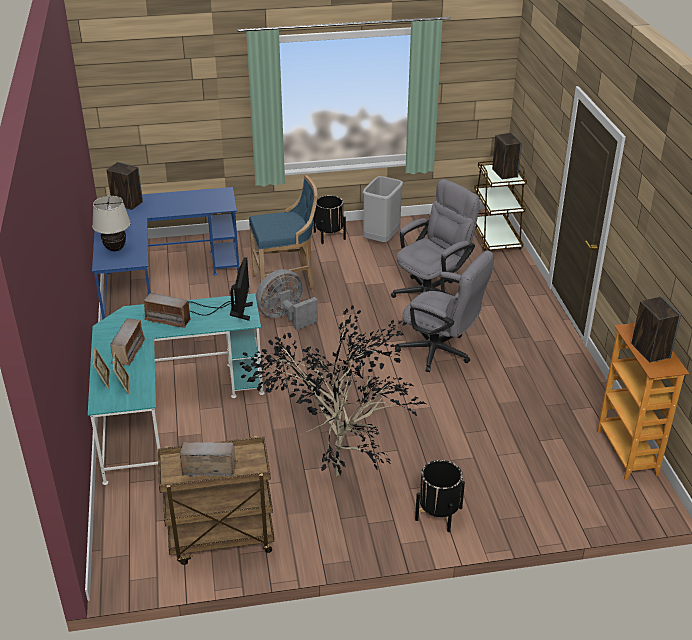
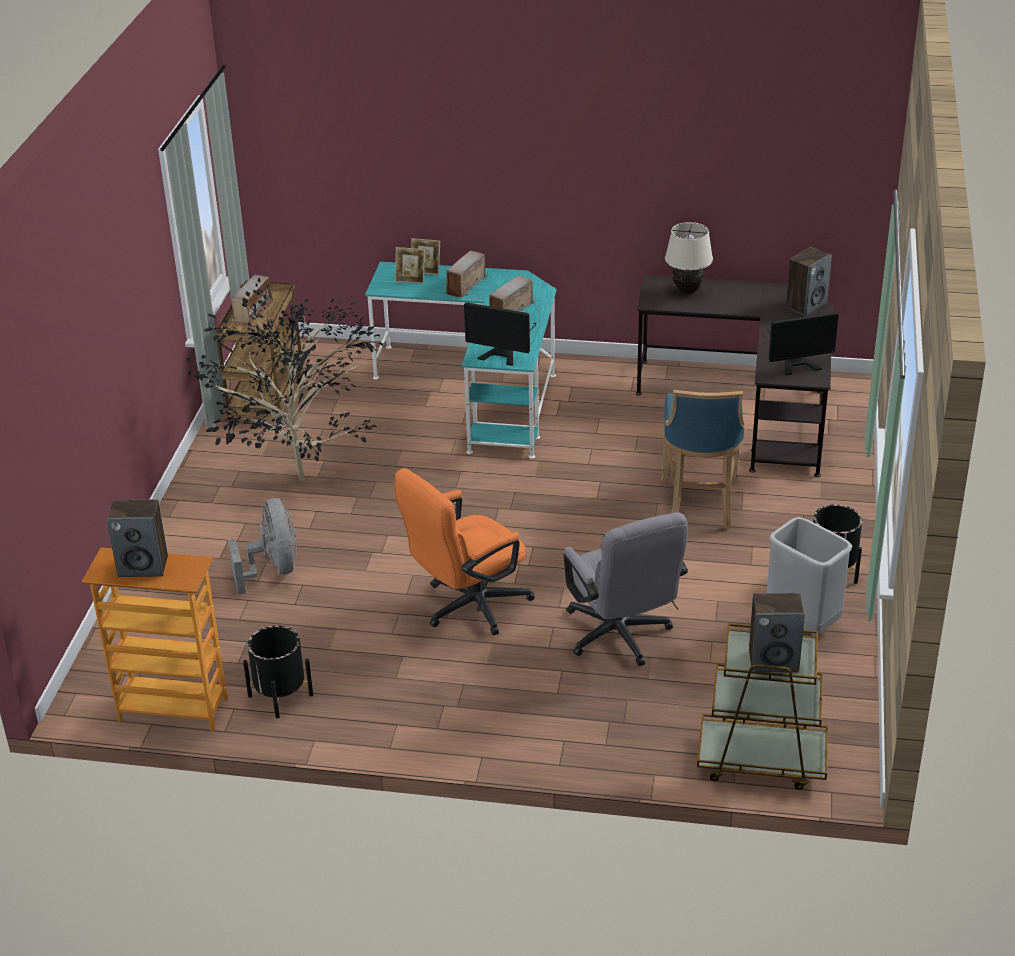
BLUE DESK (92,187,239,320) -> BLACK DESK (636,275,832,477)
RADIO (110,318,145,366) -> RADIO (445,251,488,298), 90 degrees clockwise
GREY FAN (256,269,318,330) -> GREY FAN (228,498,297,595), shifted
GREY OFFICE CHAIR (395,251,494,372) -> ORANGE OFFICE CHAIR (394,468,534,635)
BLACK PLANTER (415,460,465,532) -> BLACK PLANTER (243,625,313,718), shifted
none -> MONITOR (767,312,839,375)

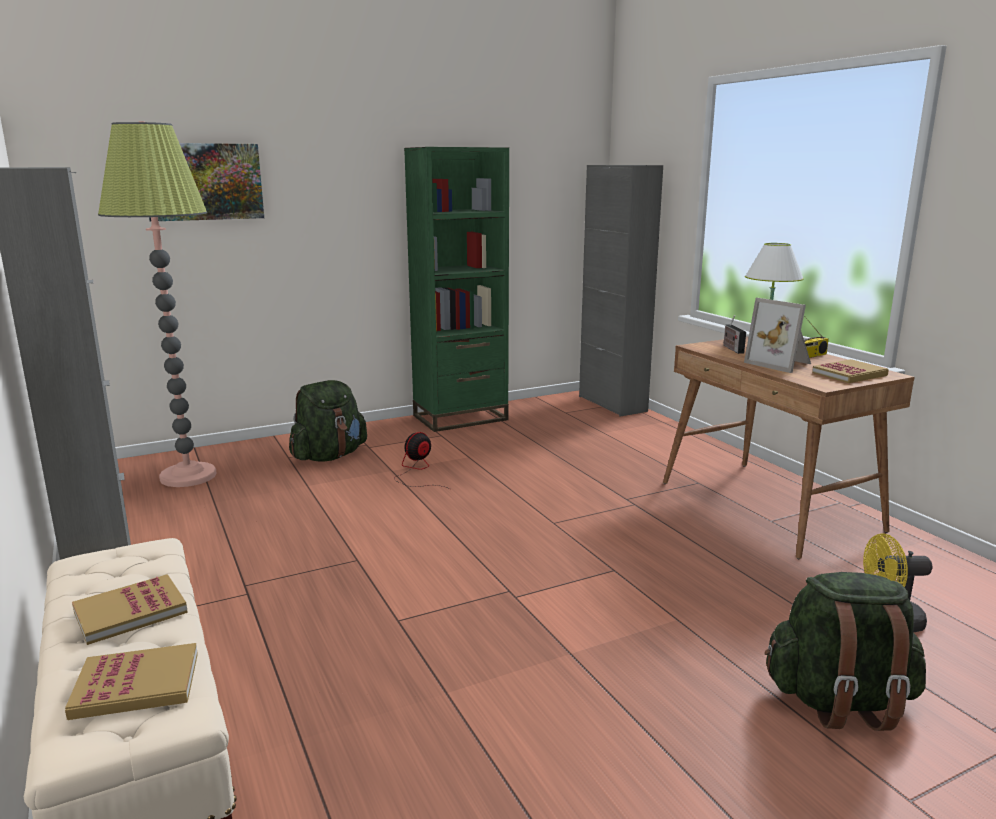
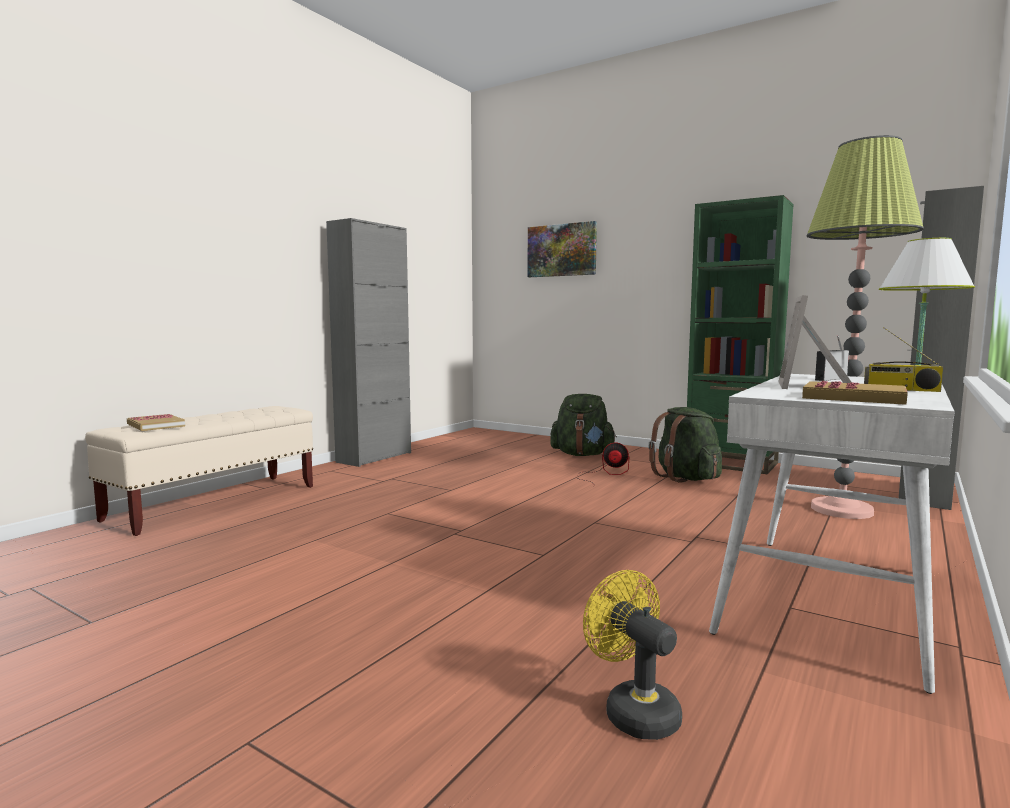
BOOK (72,574,188,645) -> none
FLOOR LAMP (98,121,216,487) -> FLOOR LAMP (806,135,924,519), shifted
BROWN DESK (663,336,914,559) -> WHITE DESK (709,374,955,694)
GREEN BACKPACK (764,572,926,731) -> GREEN BACKPACK (648,407,722,483), shifted

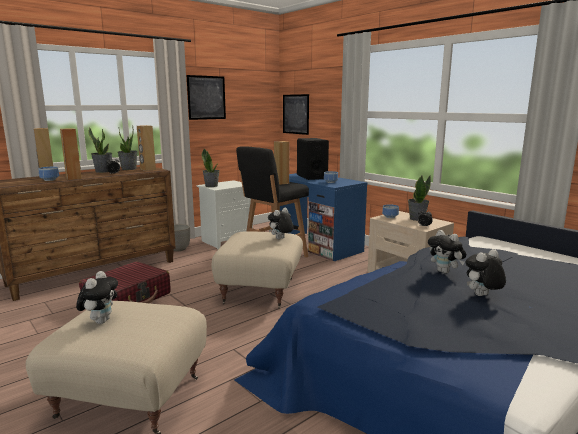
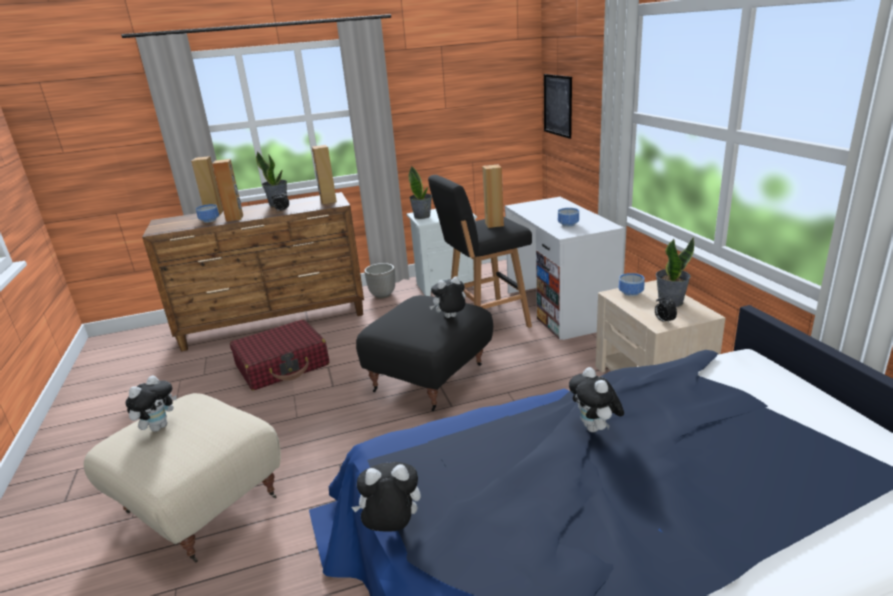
POTTED PLANT (117,126,138,170) -> none
PICTURE (187,75,226,120) -> none
BEIGE OTTOMAN (212,231,303,309) -> BLACK OTTOMAN (356,295,493,411)
BLUE DESK (280,173,367,261) -> WHITE DESK (505,197,625,340)
BLACK SPEAKER (297,138,329,180) -> none
PLUSH TOY (465,249,506,296) -> PLUSH TOY (352,462,421,532), shifted

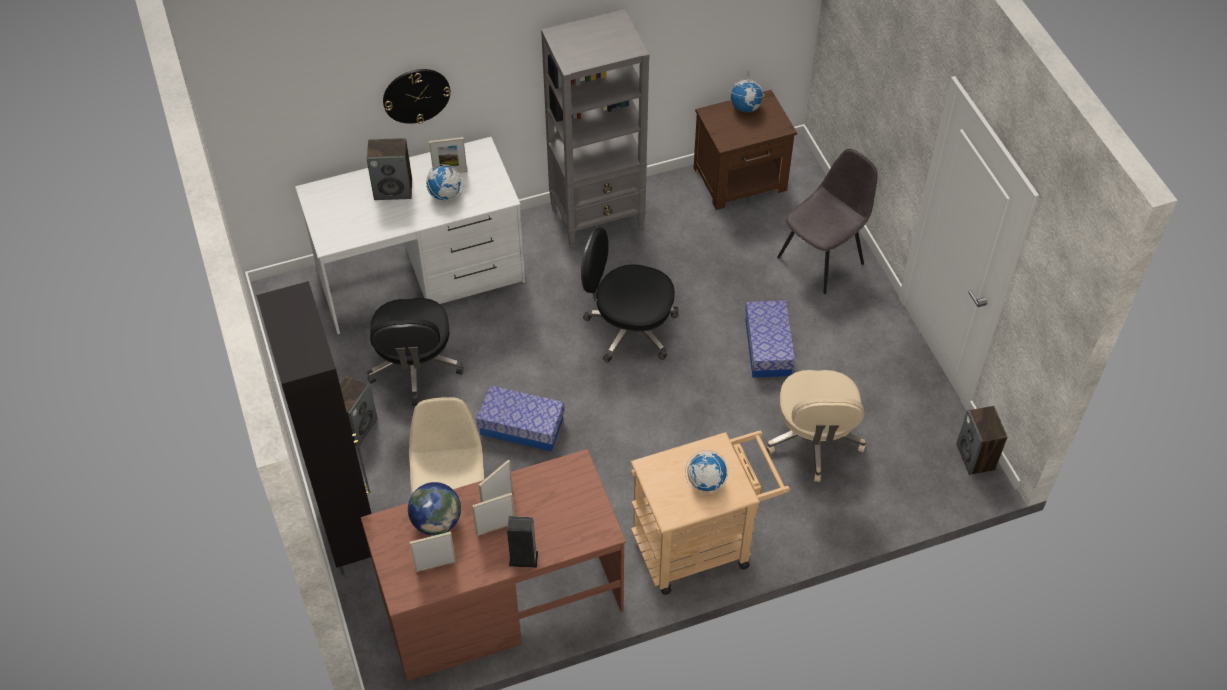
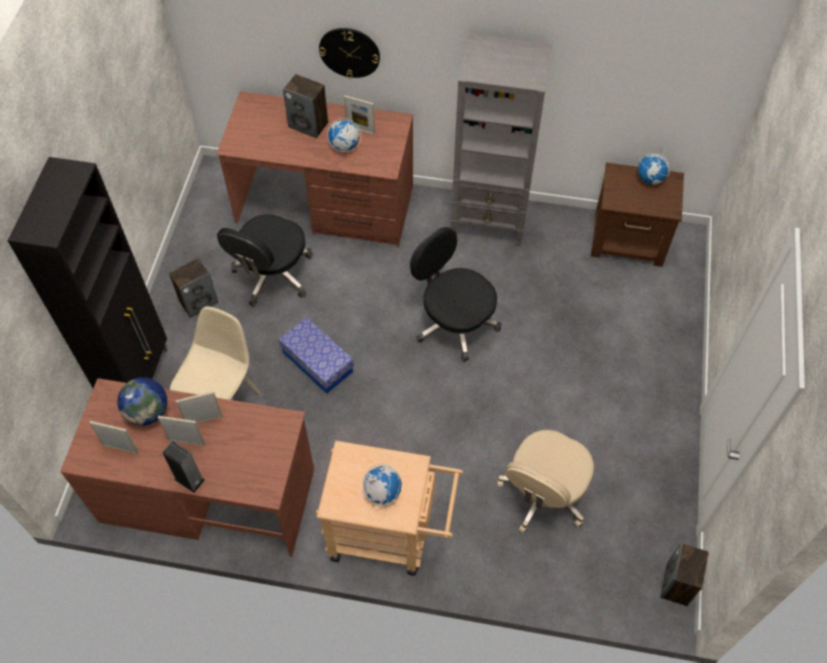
WHITE DESK (295,137,525,334) -> BROWN DESK (216,91,413,247)
STORAGE BOX (745,300,795,378) -> none
GREY CHAIR (777,149,878,294) -> none

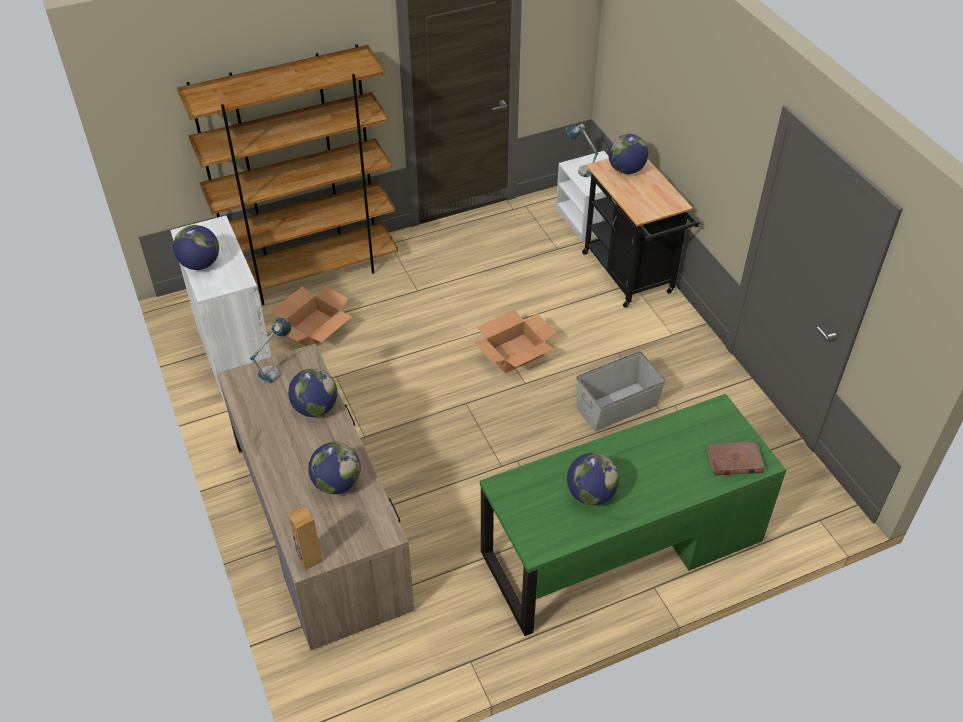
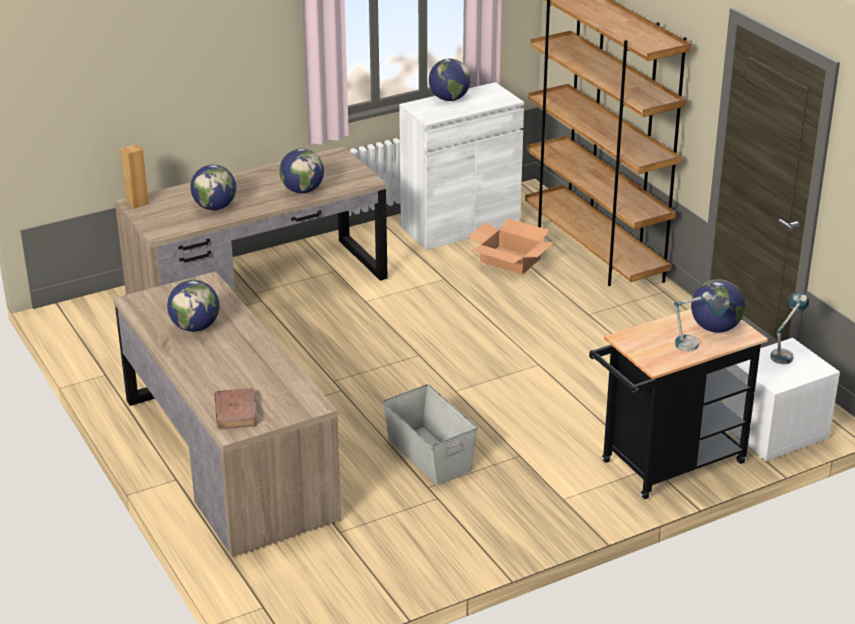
TABLE LAMP (250,318,291,383) -> TABLE LAMP (674,292,729,351), shifted
CARDBOARD BOX (474,310,556,373) -> none
GREEN DESK (480,394,786,636) -> BROWN DESK (113,271,341,557)

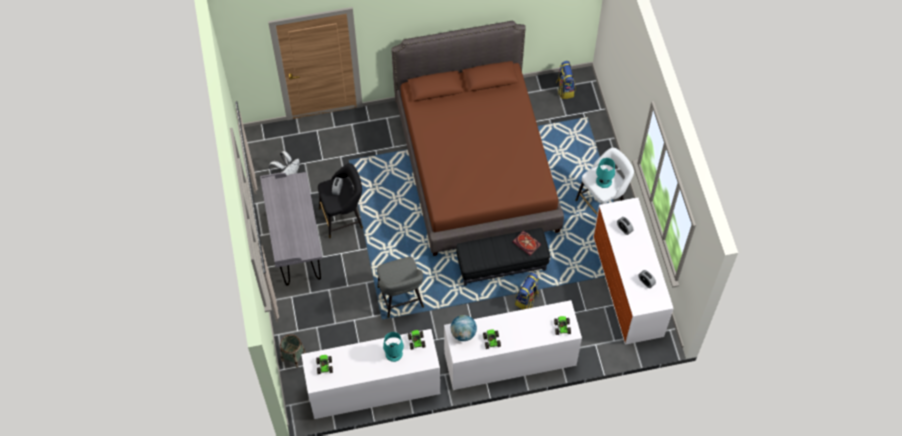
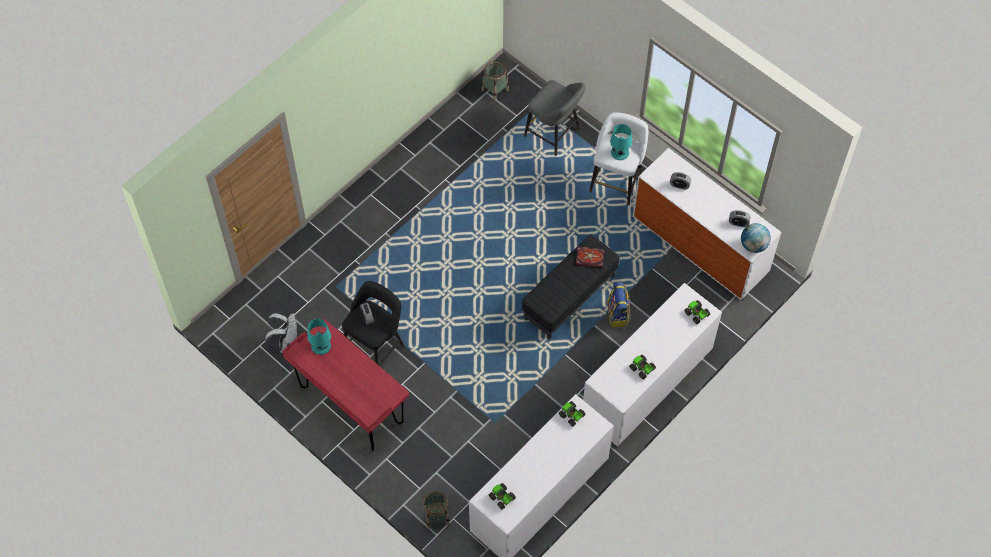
GREY DESK (260,172,322,286) -> RED DESK (282,319,409,451)
GREY STOOL (377,257,424,318) -> GREY STOOL (524,80,586,156), shifted
TURQUOISE TABLE LAMP (383,332,404,362) -> TURQUOISE TABLE LAMP (307,319,331,355), shifted
BROWN BED (391,21,564,256) -> none
GLOBE (451,315,477,341) -> GLOBE (741,223,771,253), shifted
BACKPACK (556,61,575,99) -> BASKET (482,61,509,101)

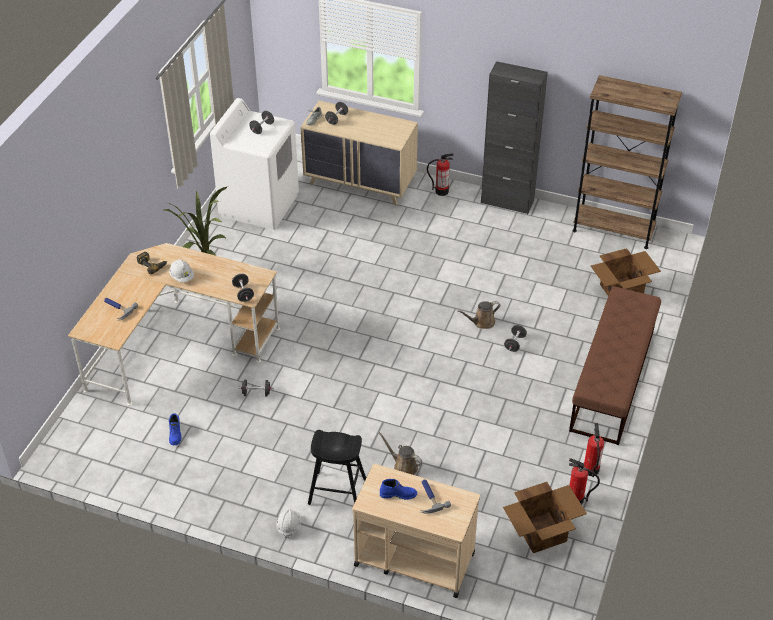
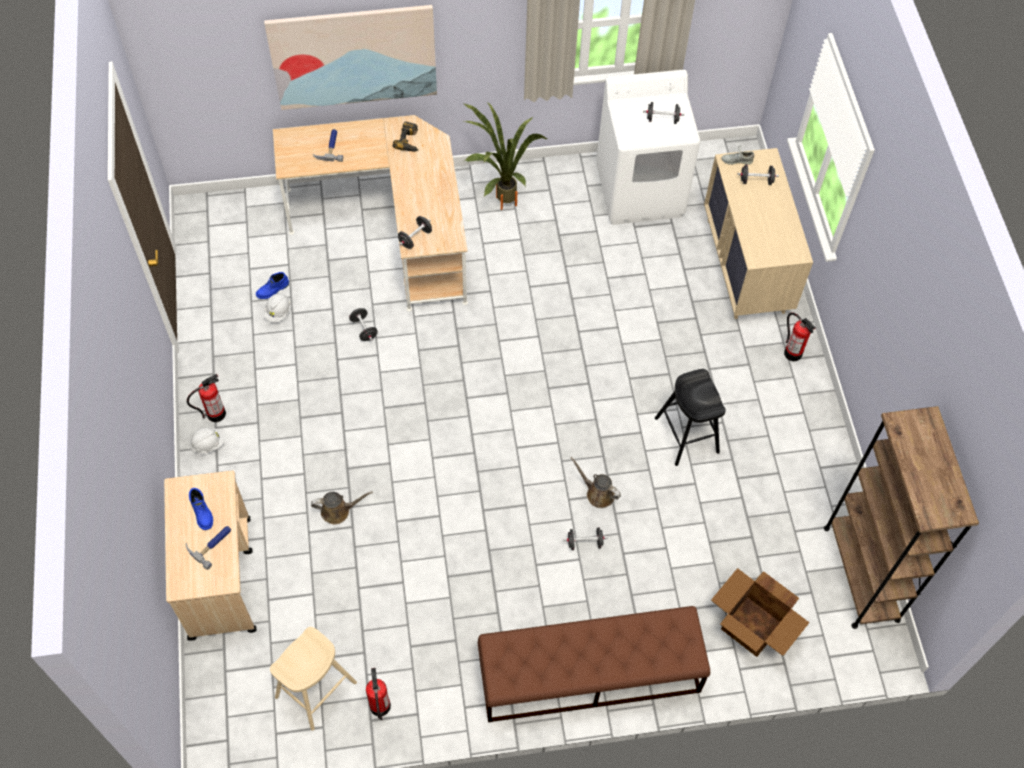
WHITE HARD HAT (169,259,194,282) -> WHITE HARD HAT (263,293,291,323), shifted
BLACK STOOL (308,430,366,505) -> BLACK STOOL (655,369,726,466), shifted
BROWN WATERING CAN (379,432,422,475) -> BROWN WATERING CAN (311,491,373,524), 75 degrees clockwise
BLACK CABINET (481,61,548,214) -> none
CARDBOARD BOX (503,482,587,553) -> BEIGE STOOL (270,627,357,731)
FIRE EXTINGUISHER (584,423,604,477) -> FIRE EXTINGUISHER (187,374,226,422), shifted
none -> PICTURE (264,5,437,110)

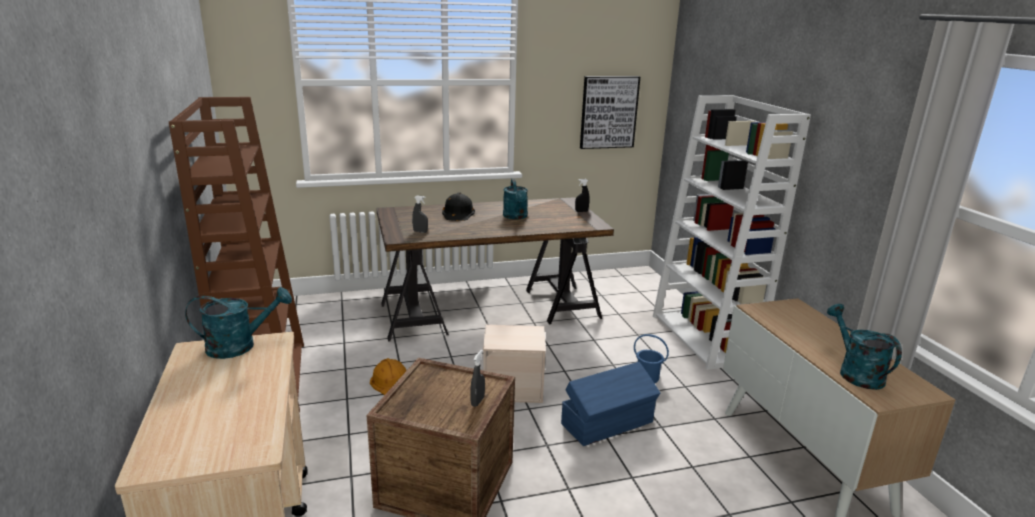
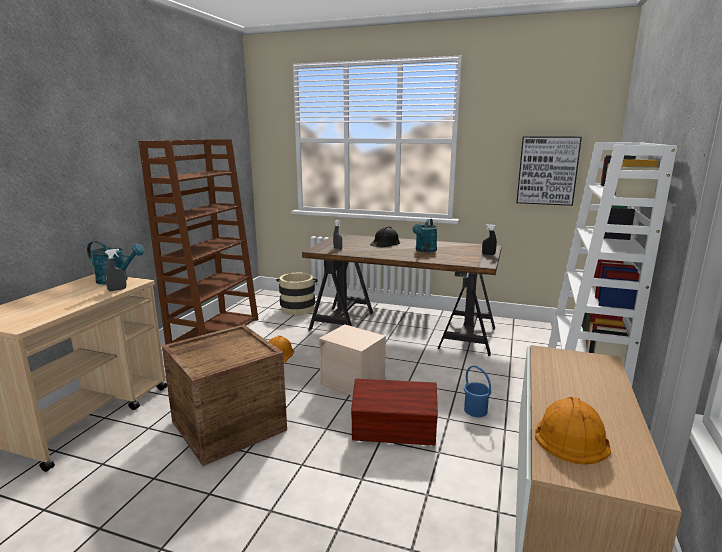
GREY SPRAY BOTTLE (471,350,485,407) -> GREY SPRAY BOTTLE (105,249,127,291), shifted
BLUE STORAGE BOX (561,362,660,446) -> BROWN STORAGE BOX (351,379,438,446)
TURQUOISE WATERING CAN (827,304,902,390) -> ORANGE HARD HAT (535,397,611,465)
none -> BEIGE BUCKET (276,272,318,315)

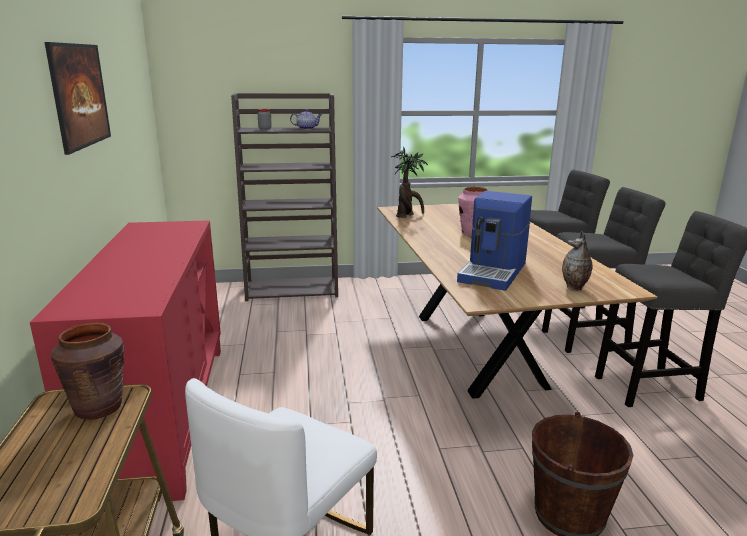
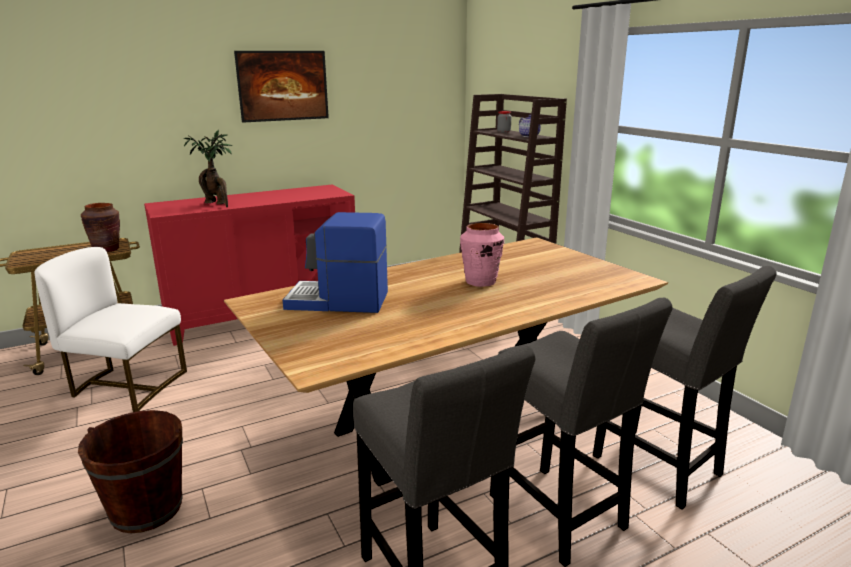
POTTED PLANT (391,146,428,218) -> POTTED PLANT (183,130,232,207), shifted
VASE (562,231,592,291) -> none

